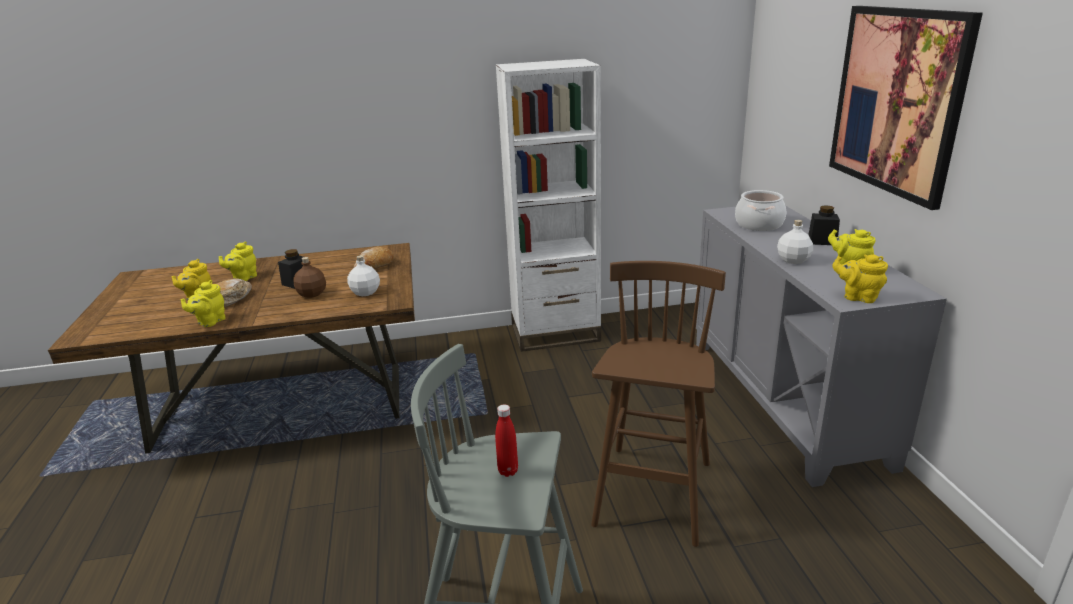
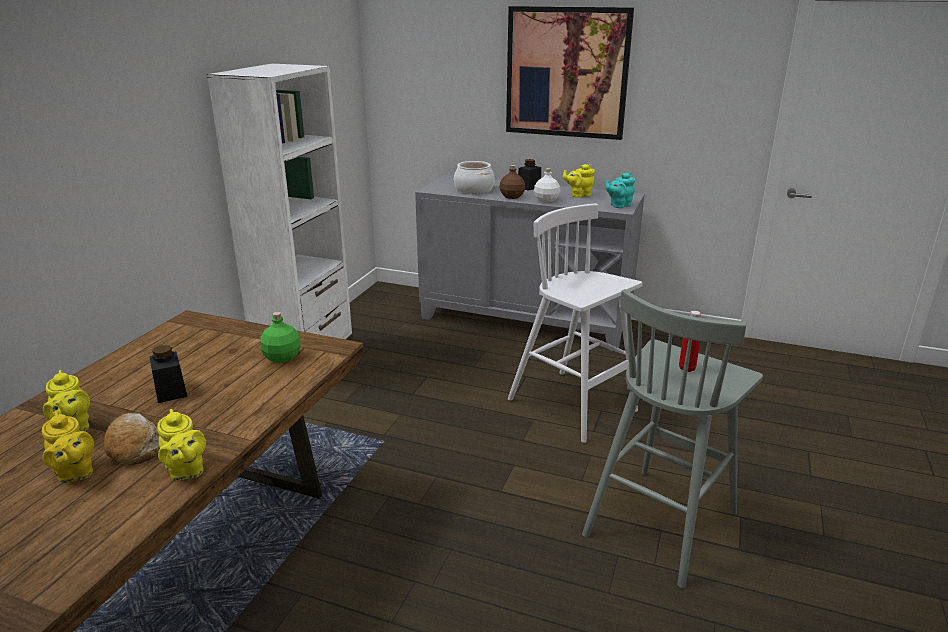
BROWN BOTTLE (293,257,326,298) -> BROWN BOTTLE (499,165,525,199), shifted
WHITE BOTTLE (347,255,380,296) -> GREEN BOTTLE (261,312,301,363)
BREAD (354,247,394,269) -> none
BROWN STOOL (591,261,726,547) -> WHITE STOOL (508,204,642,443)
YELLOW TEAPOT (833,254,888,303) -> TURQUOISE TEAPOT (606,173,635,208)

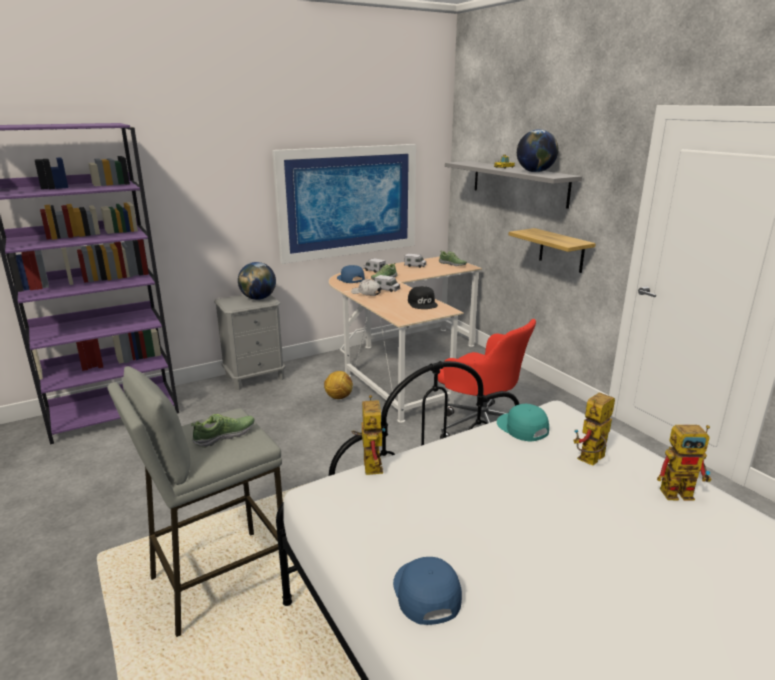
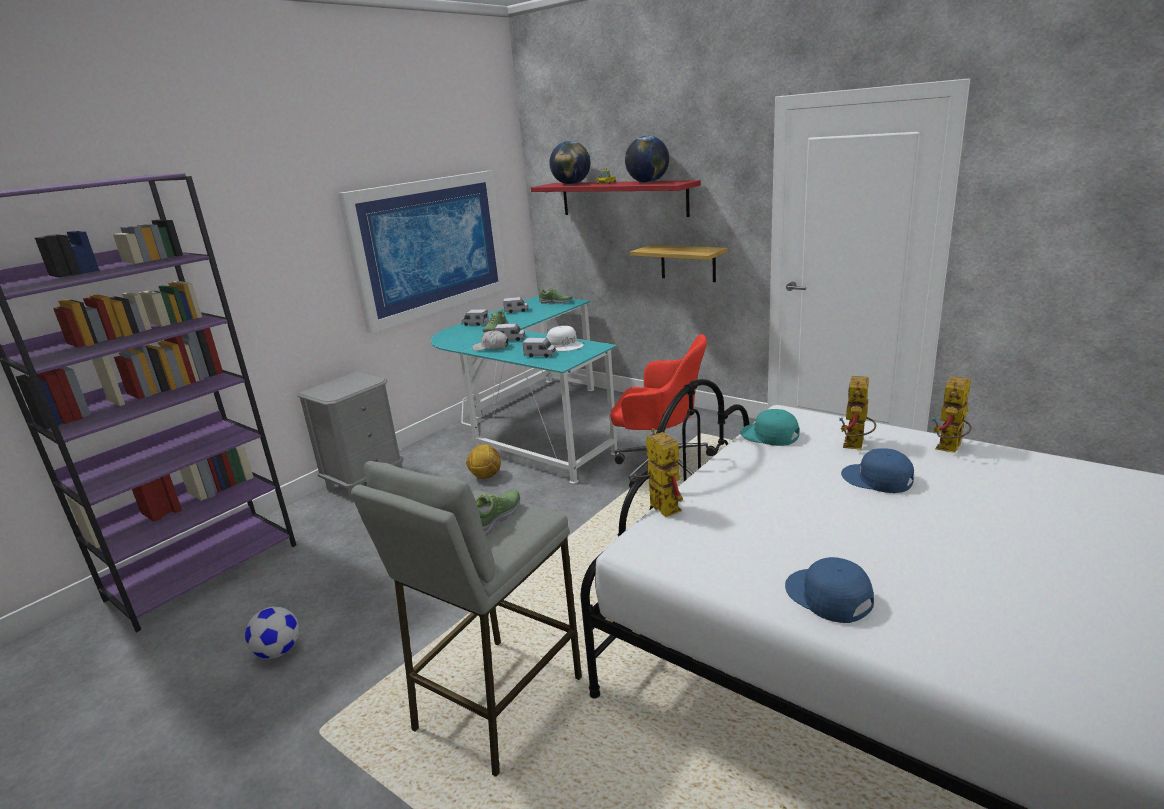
GLOBE (238,262,276,300) -> GLOBE (549,141,590,185), shifted
BEIGE DESK (329,257,482,423) -> TURQUOISE DESK (431,295,619,484)
BLUE CAP (337,265,365,283) -> BLUE CAP (841,448,914,493), shifted
BLACK CAP (408,286,438,309) -> WHITE CAP (547,326,584,351)
GREY SHELF (445,161,582,209) -> RED SHELF (531,180,701,217)
TOY ROBOT (657,425,711,501) -> TOY ROBOT (932,376,972,453), 150 degrees clockwise
none -> FOOTBALL (245,607,299,659)
none -> TOY TRUCK (523,338,556,358)

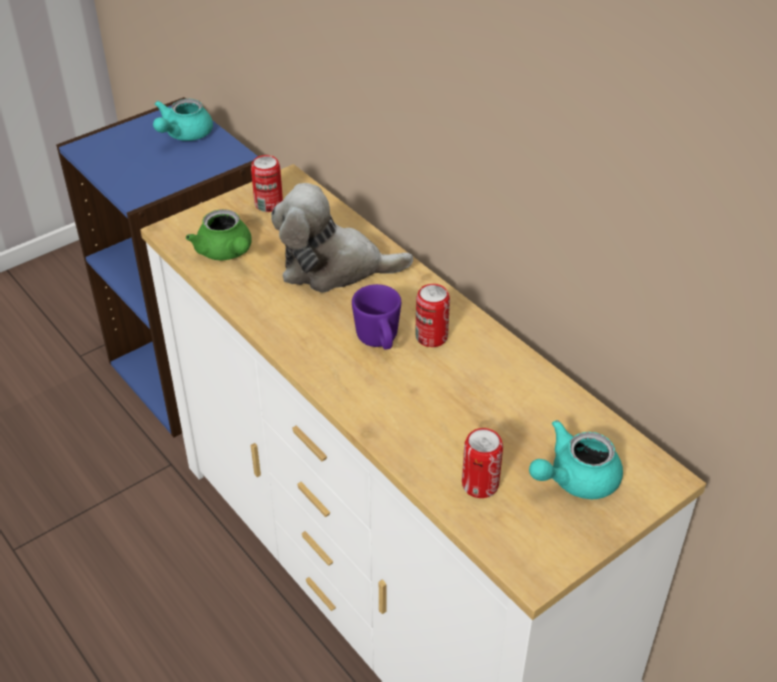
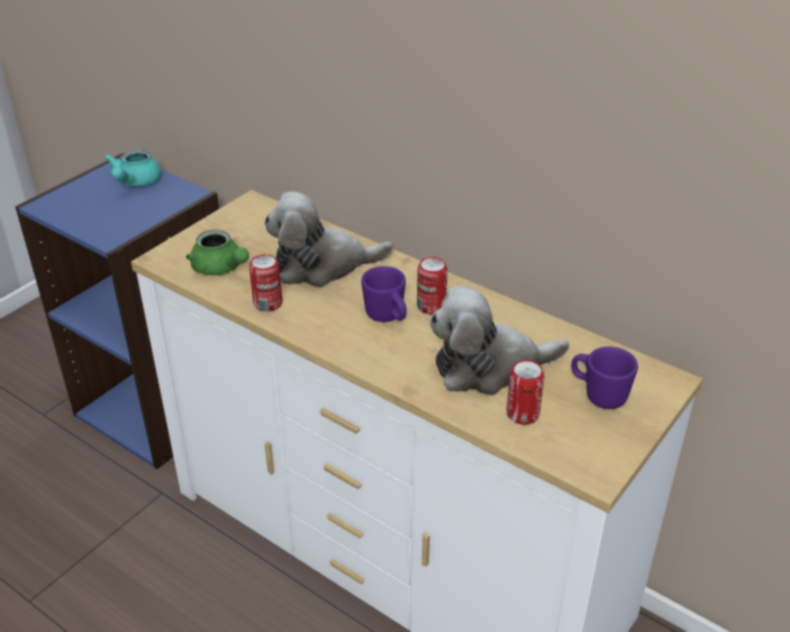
CAN (251,155,283,212) -> CAN (249,254,282,312), shifted
TURQUOISE TEAPOT (529,420,623,499) -> PURPLE MUG (571,346,638,409)
none -> PLUSH TOY (429,286,569,395)

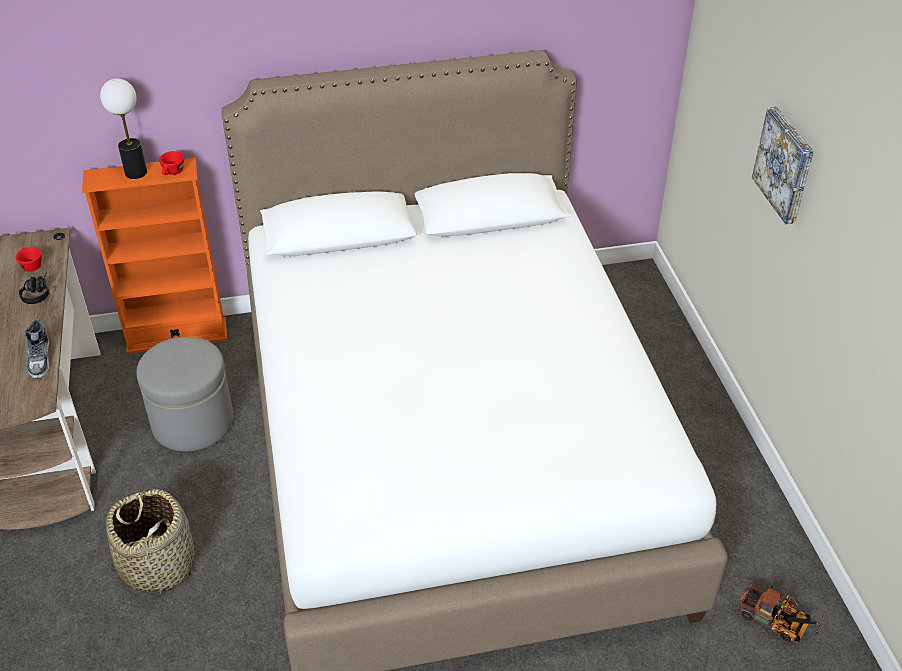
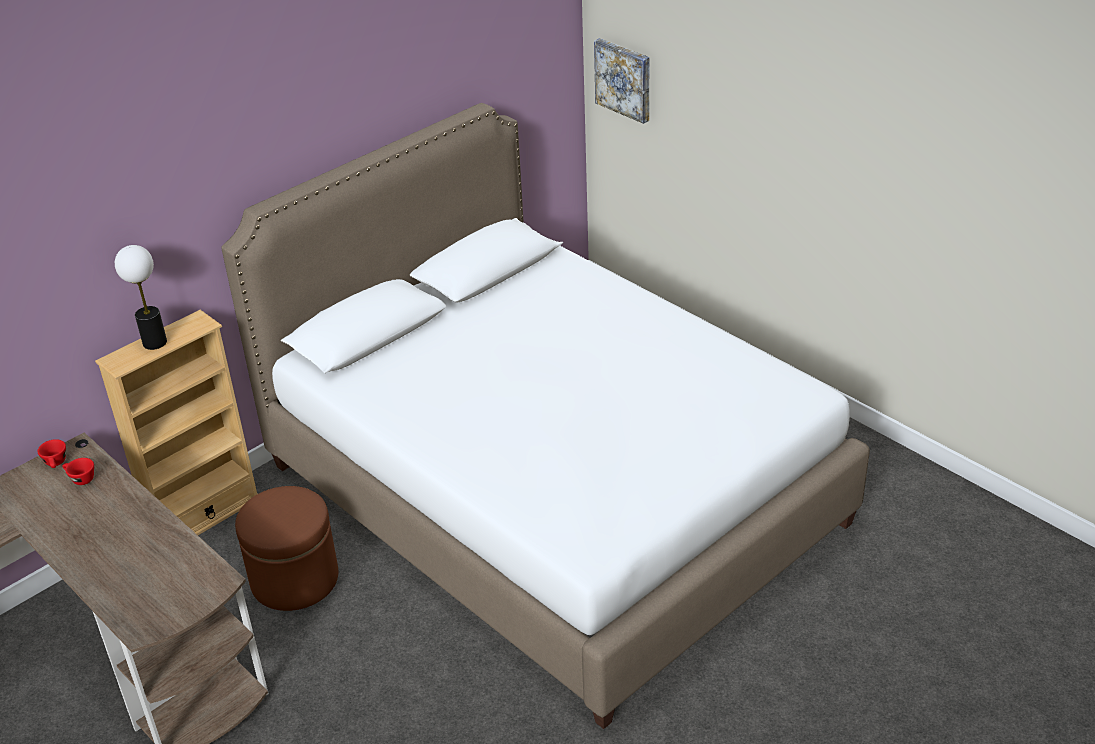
BLACK HEADPHONES (19,274,50,304) -> none
SHOE (25,319,50,378) -> none
ORANGE BOOKCASE (82,158,228,354) -> BEIGE BOOKCASE (95,310,257,535)
BASKET (106,488,194,596) -> none
GREY OTTOMAN (136,337,233,451) -> BROWN OTTOMAN (235,486,338,611)
RED CUP (159,151,184,175) -> RED CUP (38,439,66,468), shifted
TOY TRUCK (738,583,820,644) -> none
PICTURE (752,107,814,224) -> PICTURE (594,38,649,124), shifted

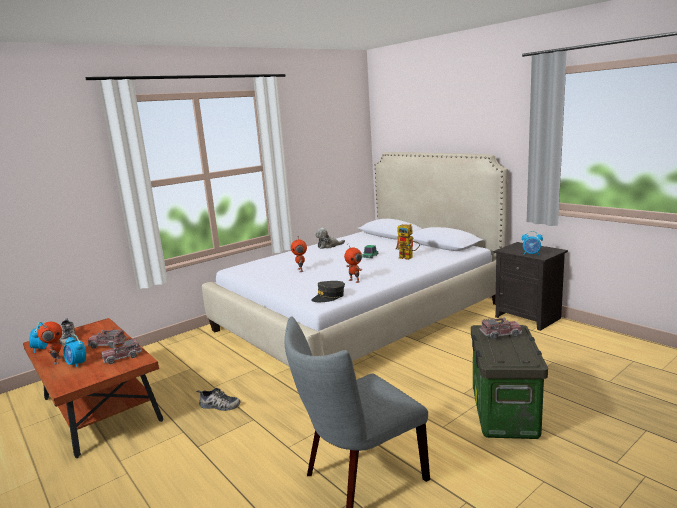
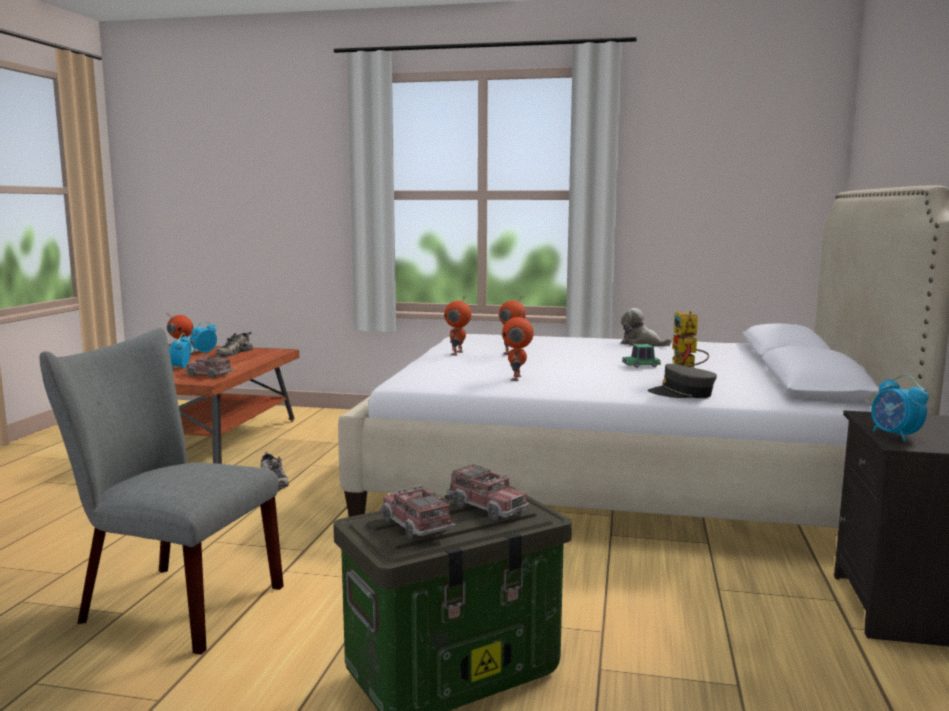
TOY TRUCK (88,329,127,348) -> TOY TRUCK (381,485,455,540), shifted
GREY CAP (311,281,345,302) -> GREY CAP (647,364,717,398), shifted
none -> TOY ROBOT (444,295,471,356)

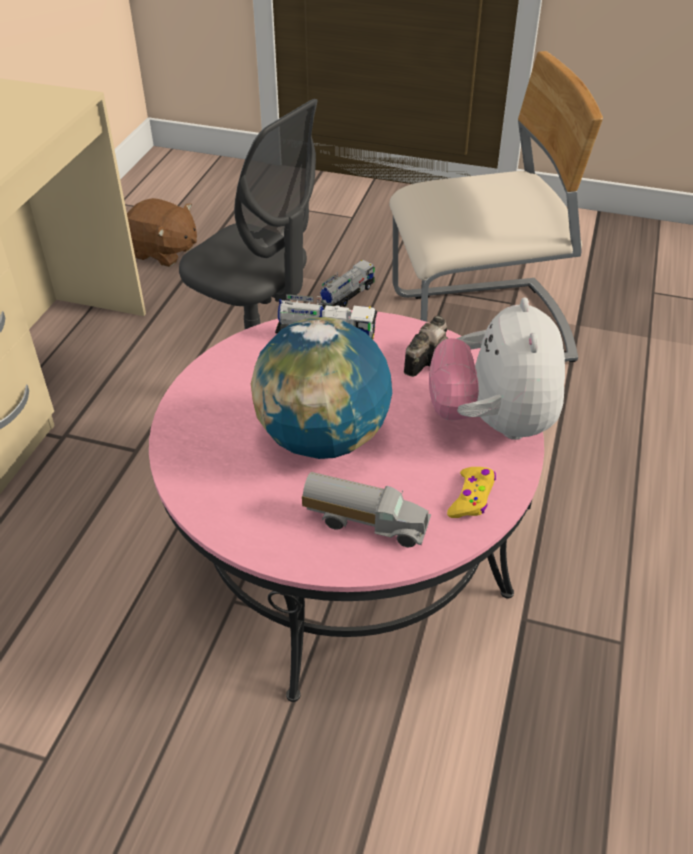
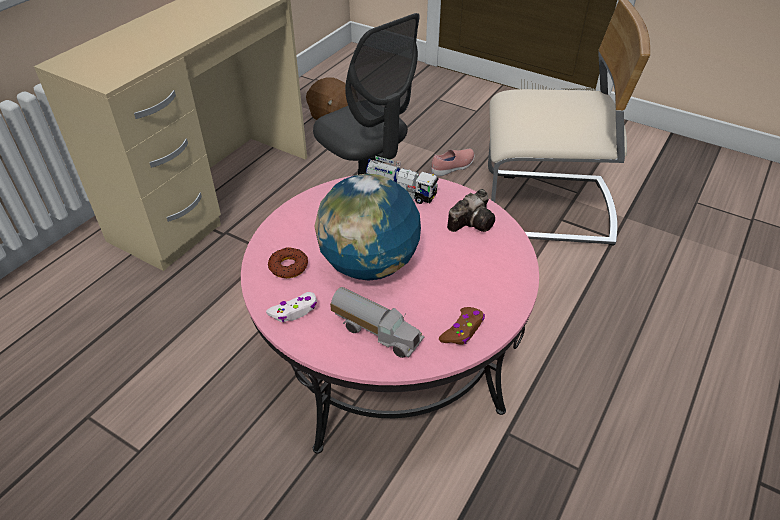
TOY TRUCK (318,260,375,309) -> PINK SHOE (431,149,475,176)
PLUSH TOY (429,298,565,440) -> none
YELLOW GAME CONTROLLER (447,467,496,518) -> BROWN GAME CONTROLLER (439,307,485,345)
none -> WHITE GAME CONTROLLER (266,292,317,322)
none -> DONUT (268,247,308,278)

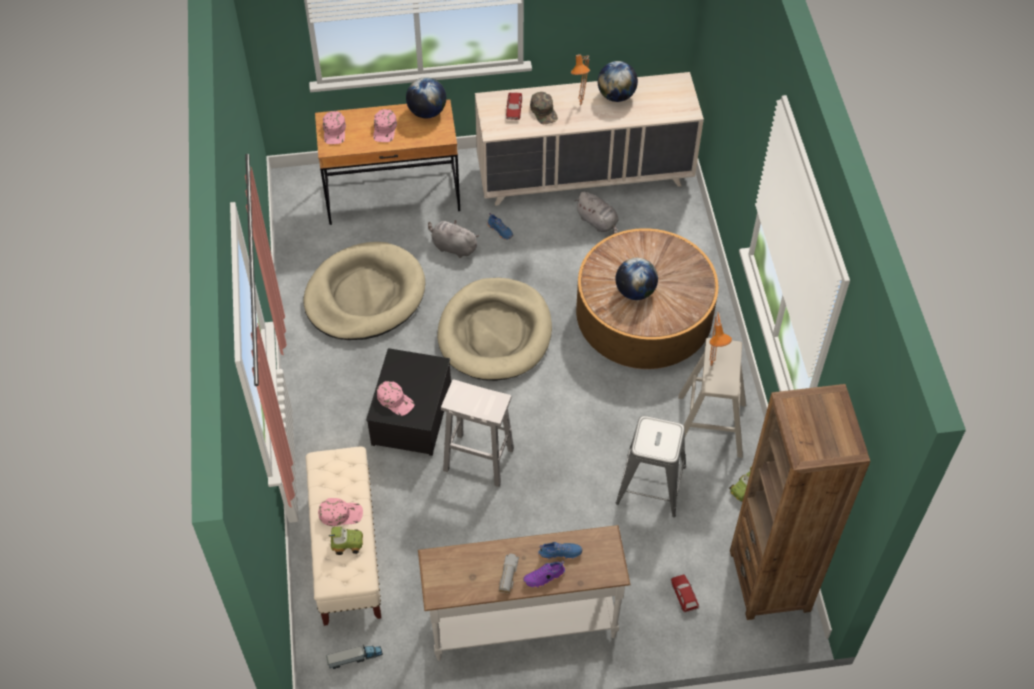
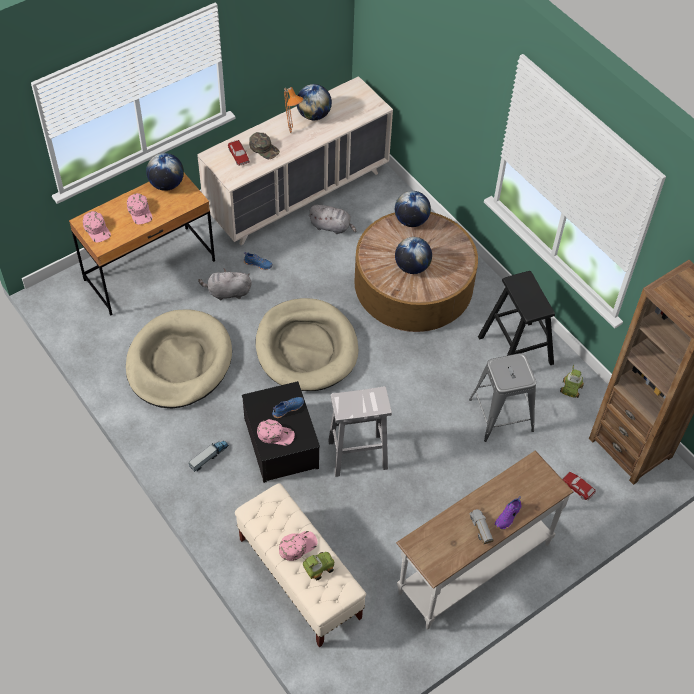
TOY TRUCK (326,645,383,669) -> TOY TRUCK (188,441,229,472), shifted
BLUE SHOE (538,542,582,560) -> BLUE SHOE (272,397,304,418), shifted
BEIGE STOOL (678,338,746,458) -> BLACK STOOL (478,271,555,369)
ORANGE TABLE LAMP (709,312,732,366) -> none
none -> GLOBE (395,191,431,227)

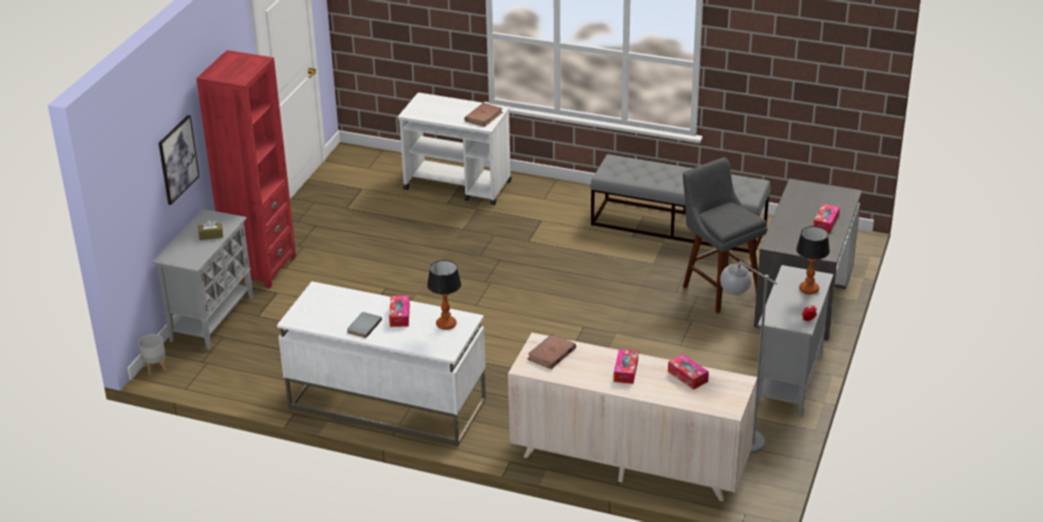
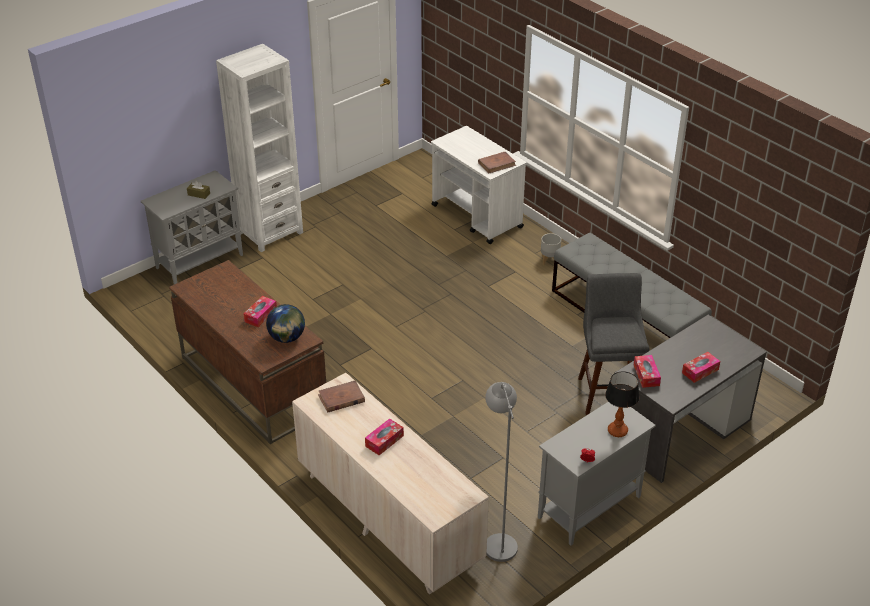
GREY PLANTER (138,334,167,375) -> GREY PLANTER (541,233,561,265), shifted
PICTURE (159,115,199,205) -> none
RED BOOKCASE (196,50,296,288) -> WHITE BOOKCASE (216,44,303,252)
WHITE DESK (277,281,486,447) -> BROWN DESK (169,260,326,444)
GREY BOOK (347,312,382,338) -> none
TABLE LAMP (427,260,461,330) -> GLOBE (266,304,305,343)
TISSUE BOX (668,354,709,390) -> TISSUE BOX (634,355,661,388), shifted

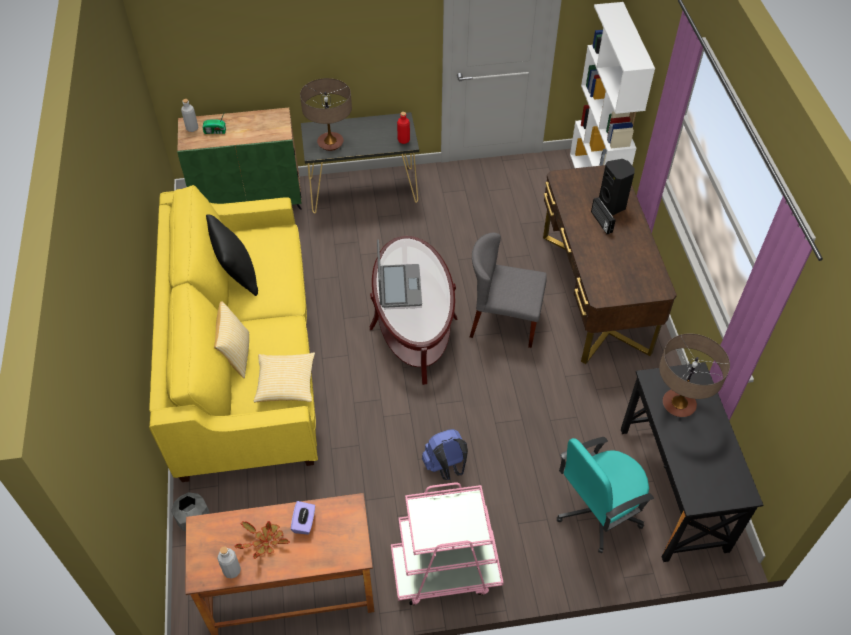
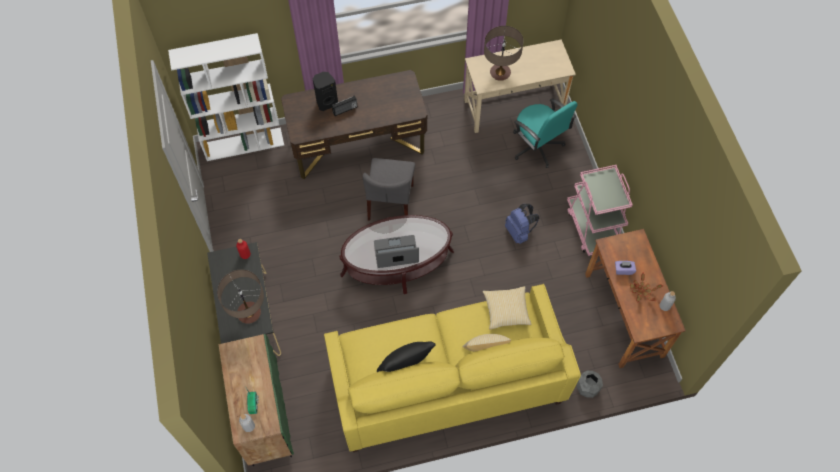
BLACK DESK (621,362,763,562) -> BEIGE DESK (464,39,576,133)

